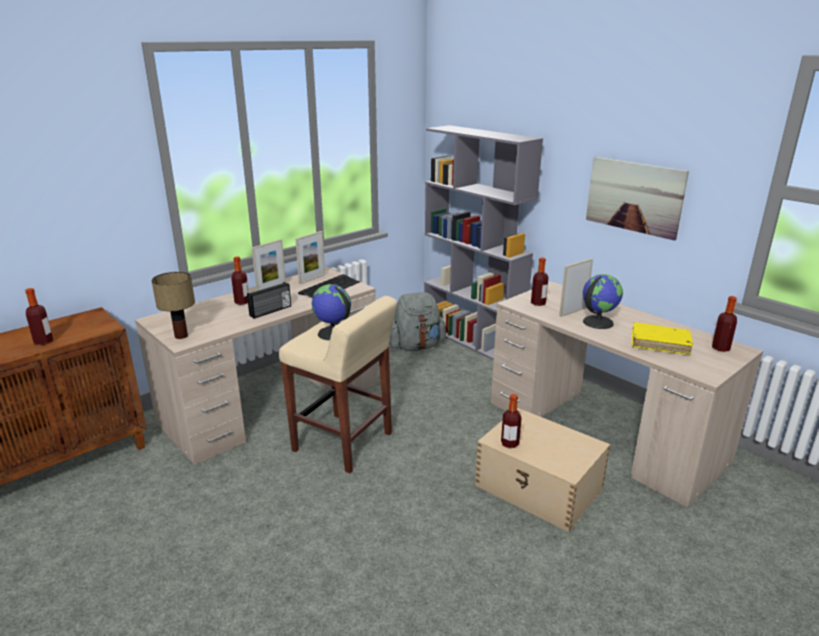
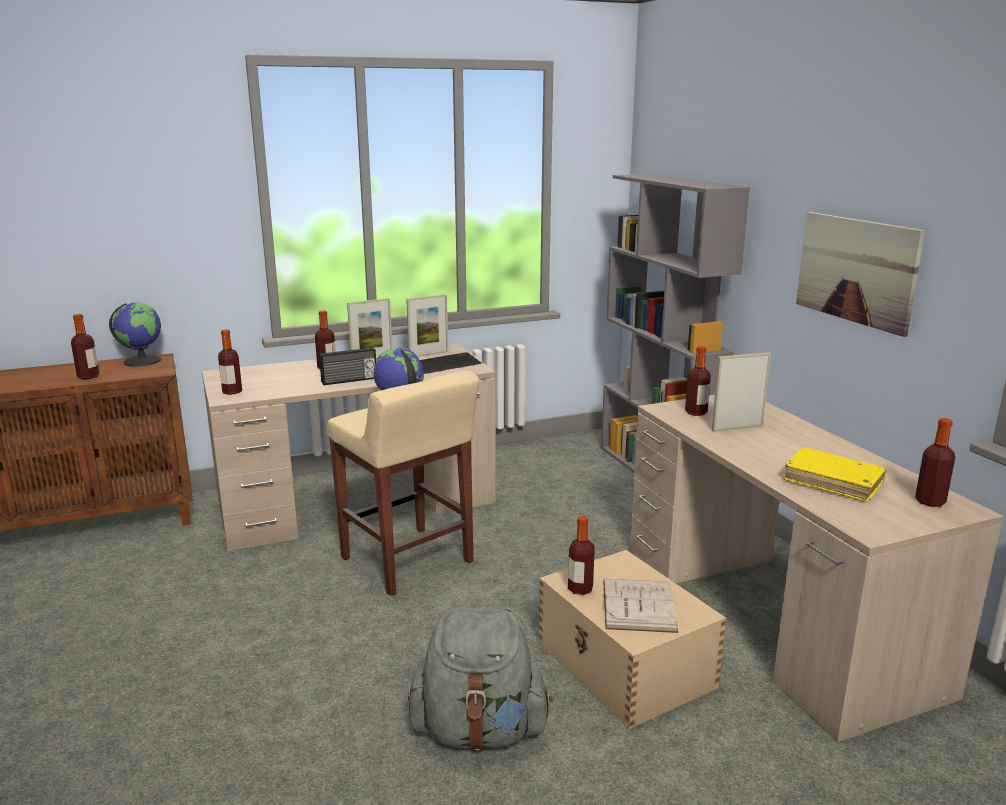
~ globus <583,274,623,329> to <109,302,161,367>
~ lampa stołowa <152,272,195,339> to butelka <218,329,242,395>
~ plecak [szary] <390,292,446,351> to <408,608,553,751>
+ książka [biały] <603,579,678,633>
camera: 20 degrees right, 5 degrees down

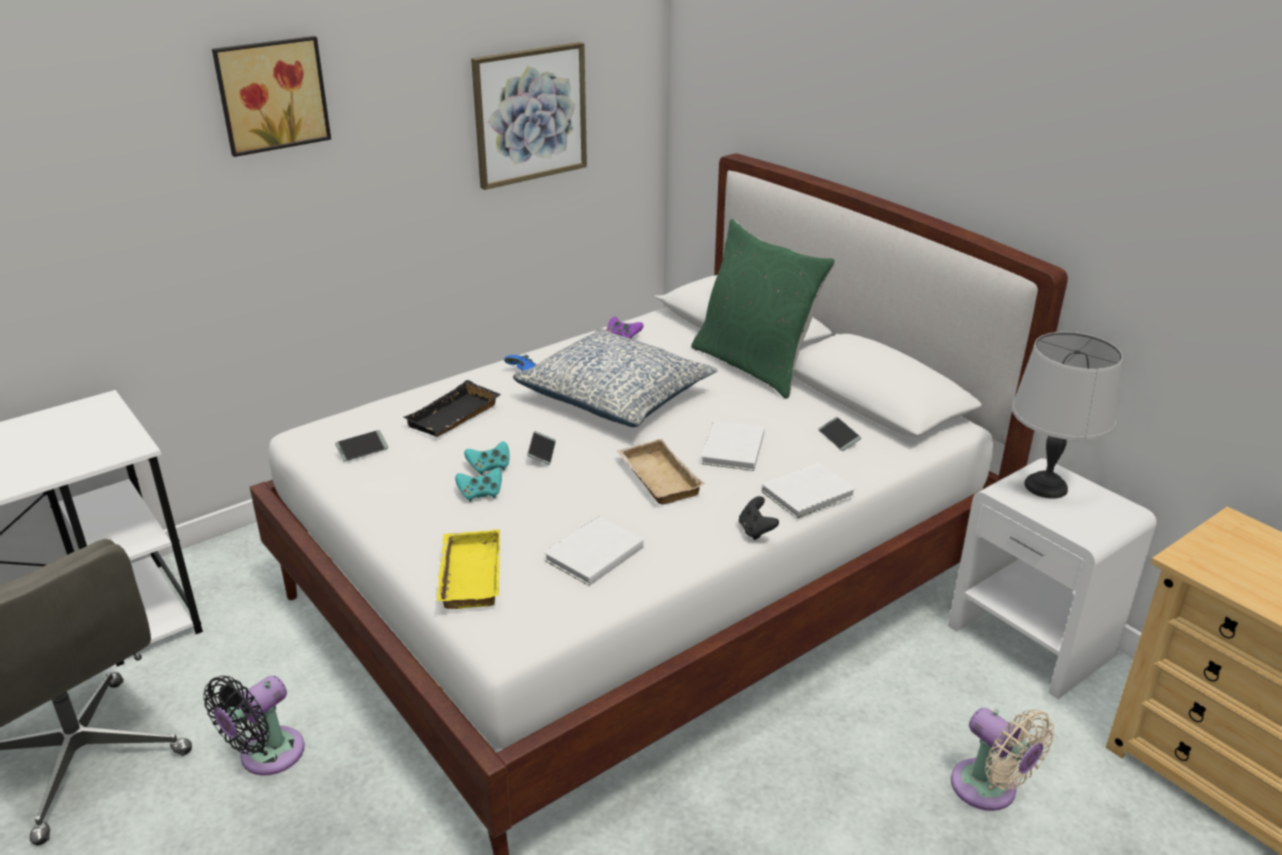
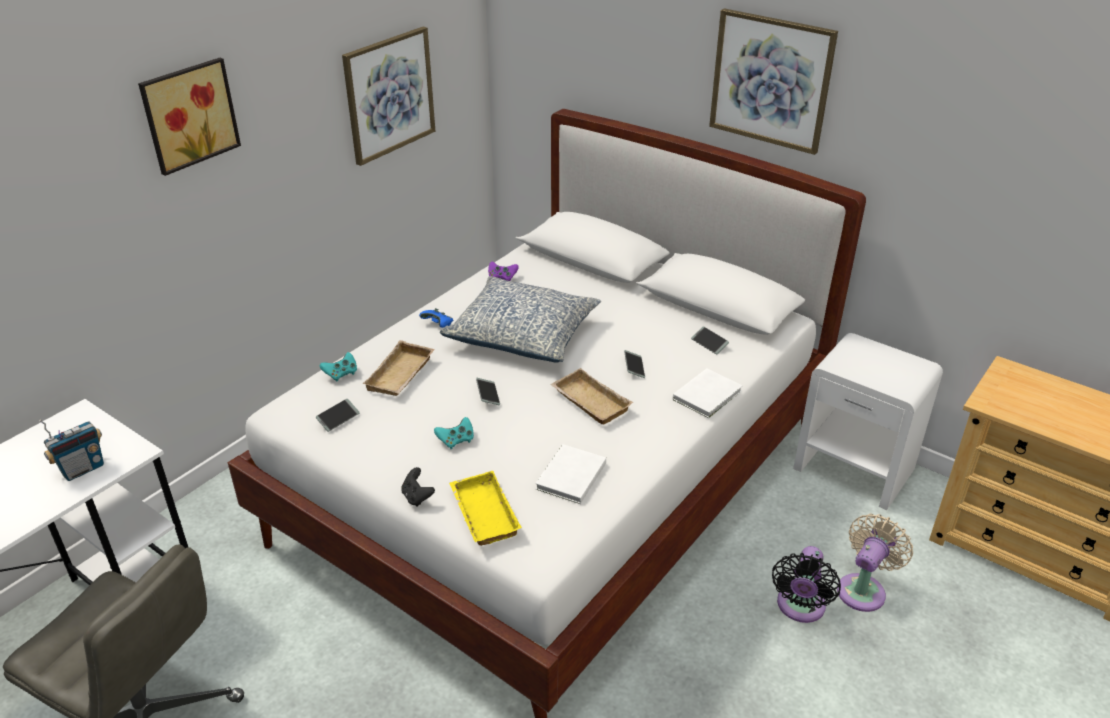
+ radio <39,419,104,481>
~ pad do gier [turkusowy] <464,441,510,475> to <320,352,357,382>
~ taca [czarny] <404,380,501,437> to taca [beżowy] <363,340,434,396>
~ pad do gier [czarny] <739,496,779,540> to <401,467,435,507>
~ książka [biały] <701,421,765,471> to telefon <624,350,645,378>
+ obraz <709,8,838,155>
~ wentylator [czarny] <203,676,305,776> to <772,546,841,623>
~ wentylator [beżowy] <951,708,1055,811> = <837,514,913,612> 90 degrees counterclockwise
- poduszka [zielony] <691,219,836,399>
- lampa stołowa [szary] <1012,332,1123,499>
camera: 15 degrees left, 5 degrees up

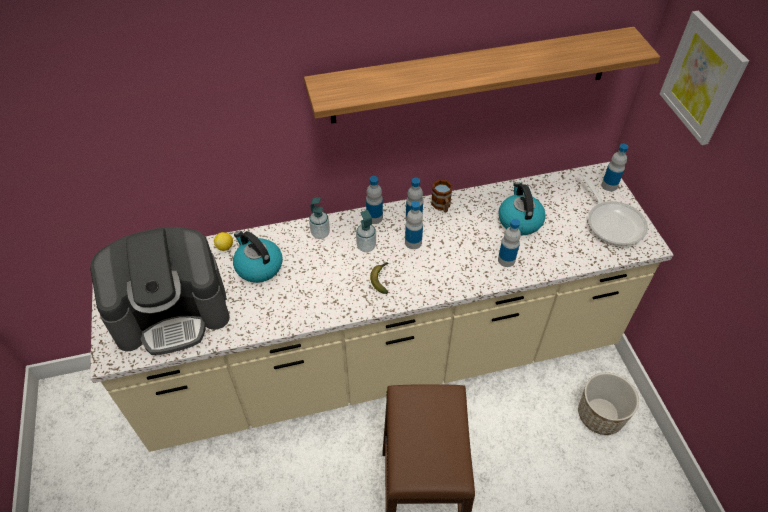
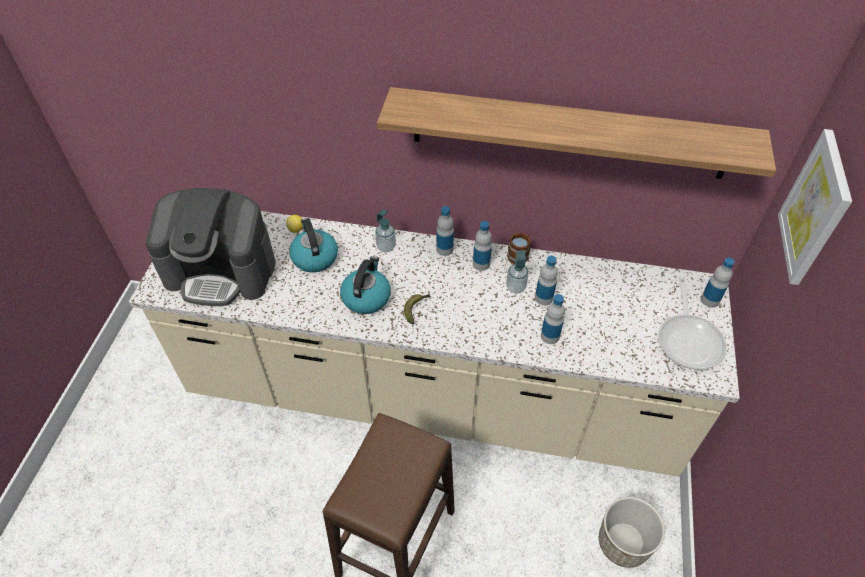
~ czajnik <498,182,546,235> to <340,256,391,314>
~ dozownik mydła <356,210,376,252> to <506,250,529,294>
~ butelka <405,201,423,249> to <535,255,558,306>
camera: 25 degrees right, 0 degrees up

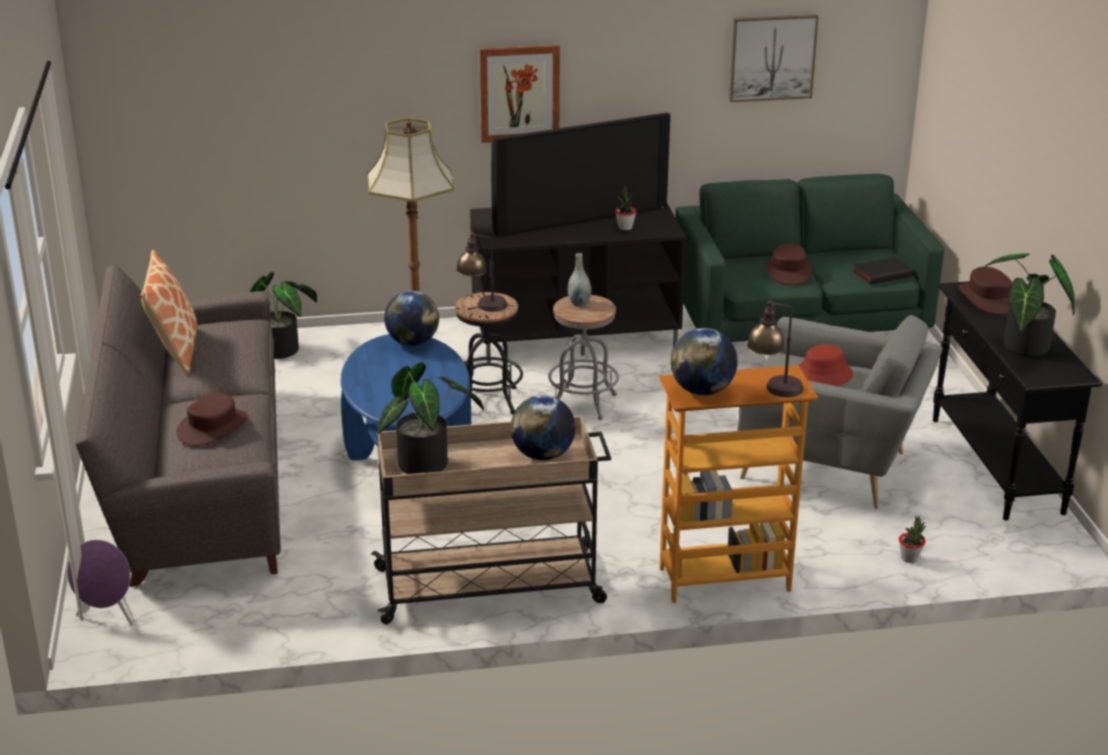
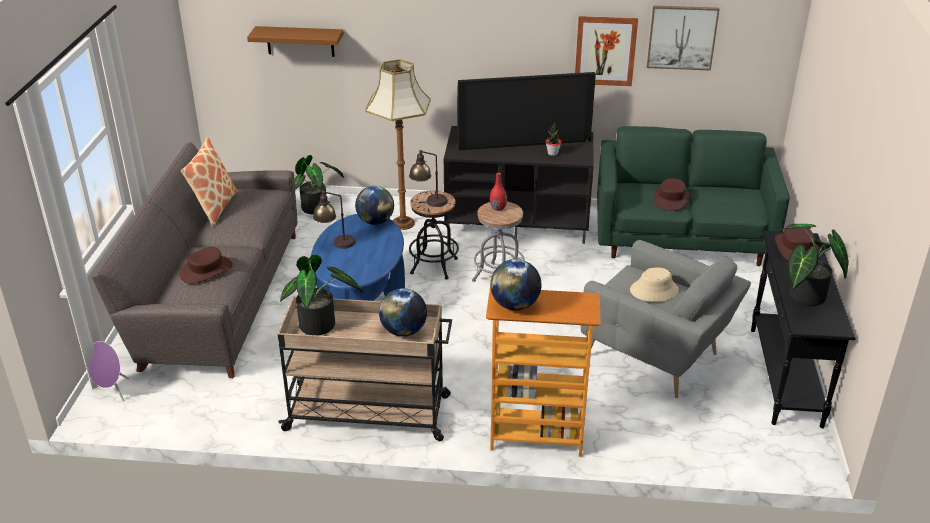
+ półka [brązowy] <247,26,344,57>
~ lampa stołowa <746,300,804,397> to <313,191,356,249>
~ wazon [szary] <568,253,592,306> to wazon [czerwony] <490,173,507,211>
~ obraz <479,45,560,143> to <575,16,638,86>
~ kapelusz [czerwony] <799,344,853,386> to kapelusz [beżowy] <630,267,679,302>
- książka [czarny] <853,257,913,284>
- roślina doniczkowa <899,516,926,563>
camera: 15 degrees right, 5 degrees up

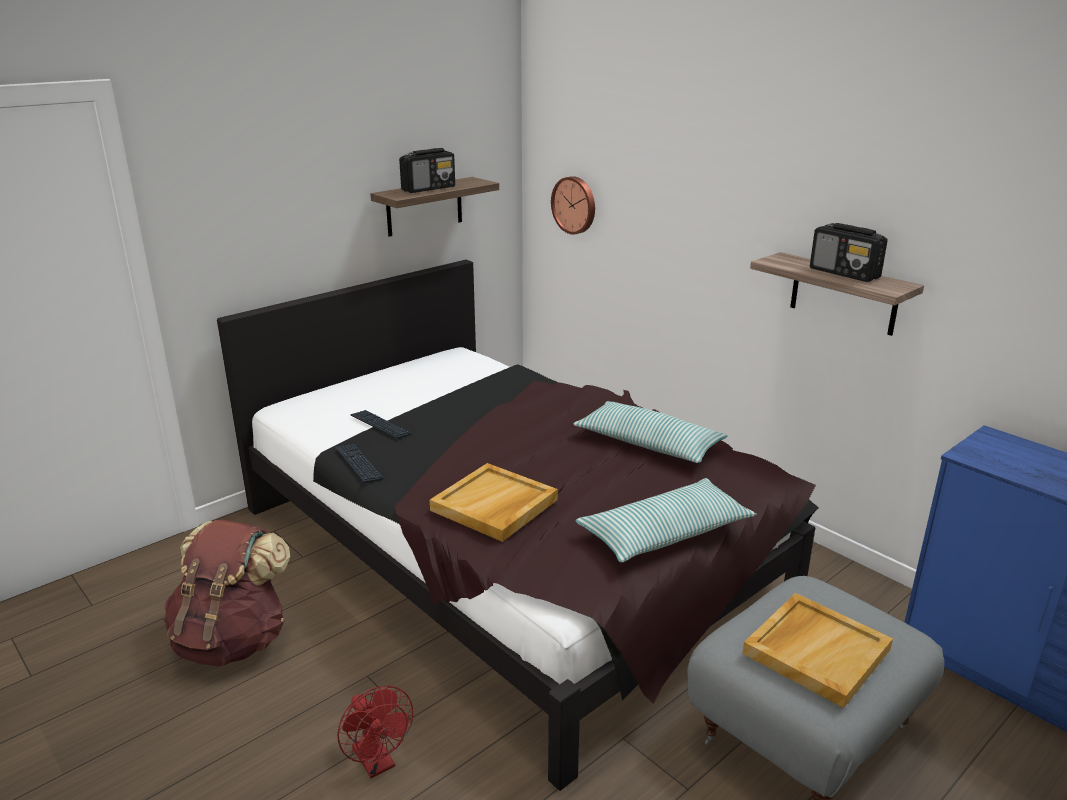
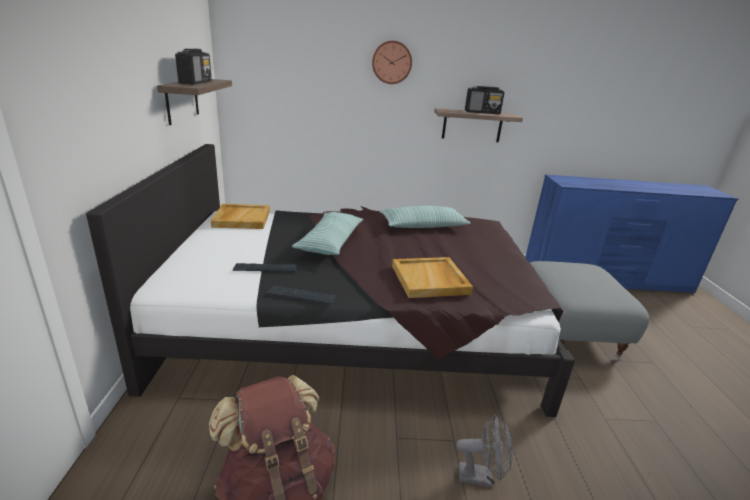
~ taca [beżowy] <742,593,893,708> to <211,204,270,229>
~ poduszka <576,478,756,563> to <292,212,364,255>
~ zegar ścienny <551,176,595,234> to <372,41,412,84>
~ wentylator [czerwony] <337,686,413,778> to wentylator [szary] <456,414,513,487>
camera: 50 degrees left, 0 degrees up

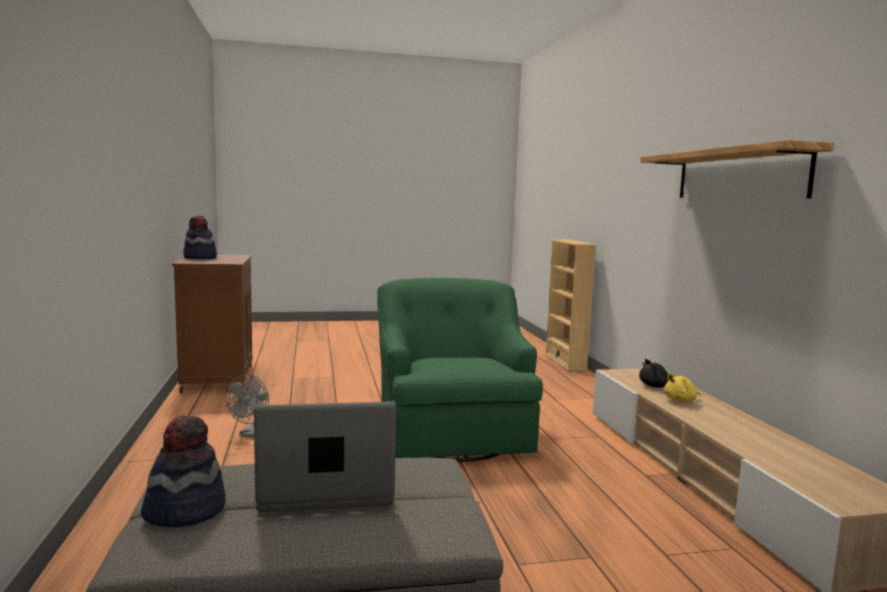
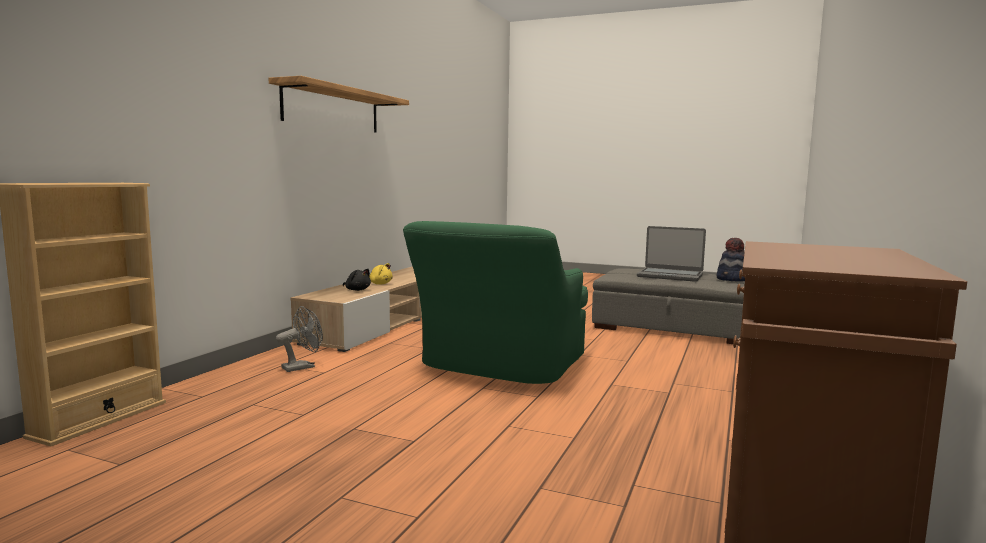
~ wentylator [szary] <226,374,269,438> to <276,306,323,372>
- kapelusz <183,216,217,259>
camera: 145 degrees left, 0 degrees up

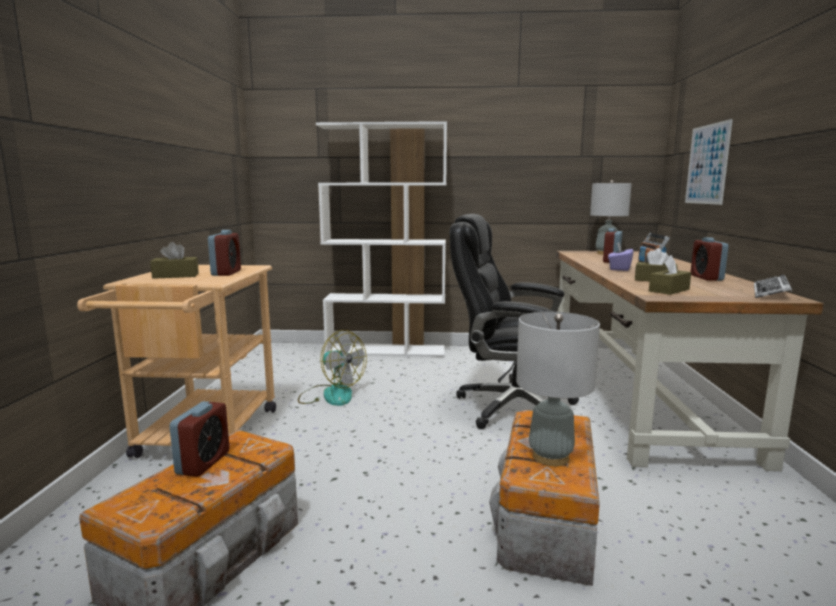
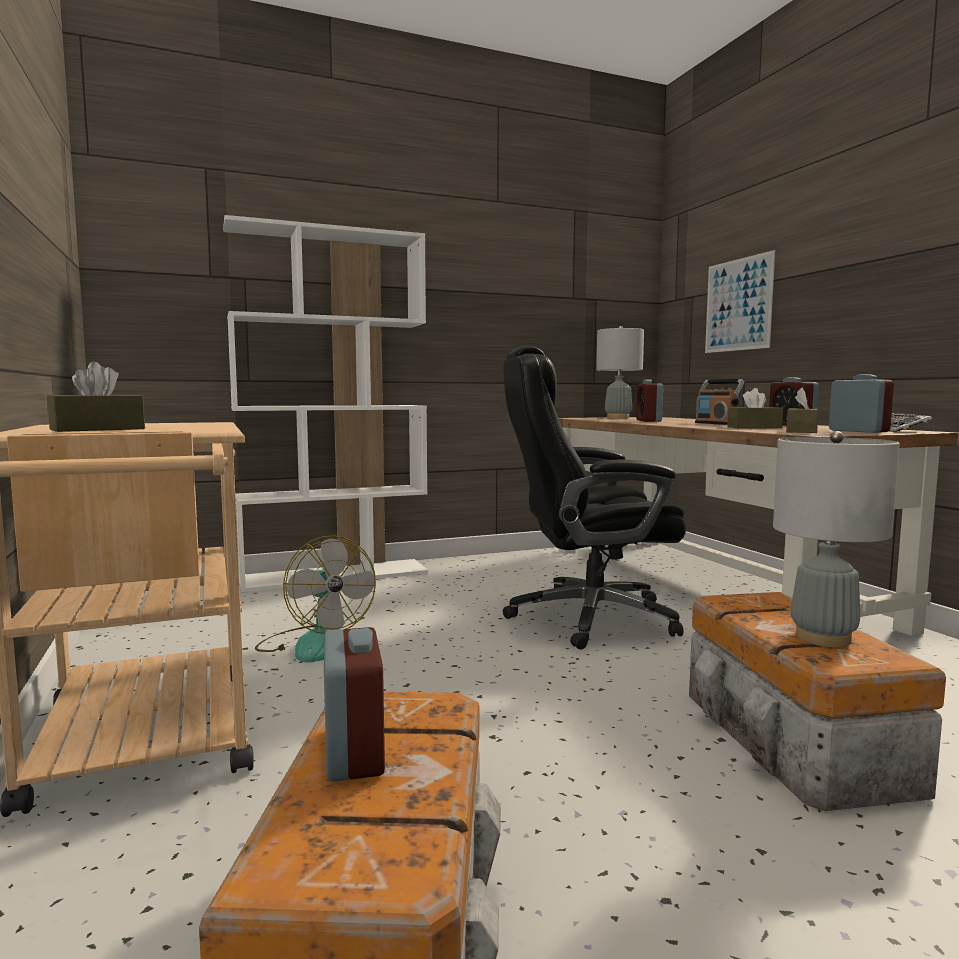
~ wentylator <298,330,367,406> = <255,536,376,662> 45 degrees clockwise
~ budzik <208,230,241,276> to <829,374,894,433>
- pudełko chusteczek [fioletowy] <608,242,634,271>
camera: 25 degrees left, 5 degrees down

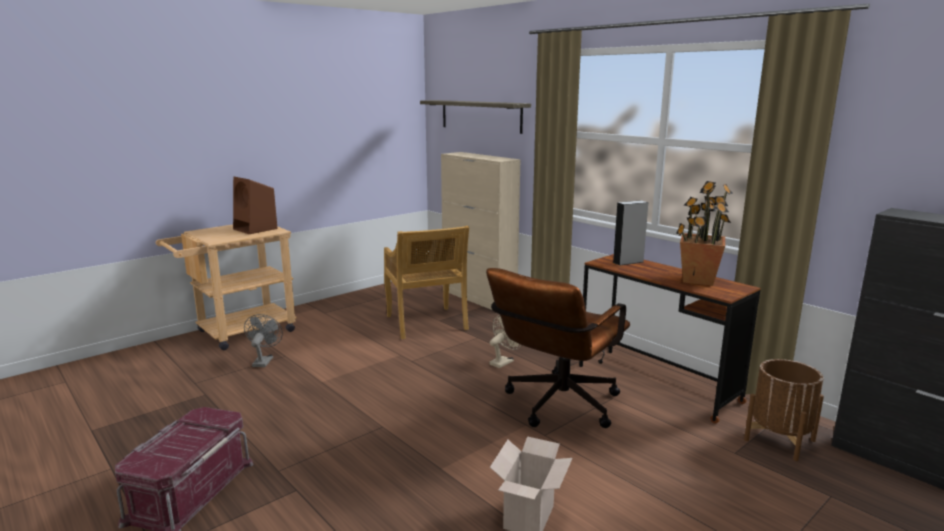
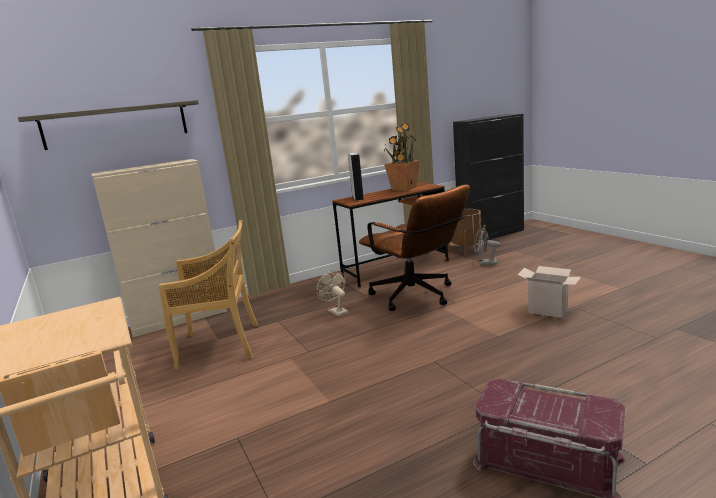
~ wentylator [szary] <244,314,283,367> to <473,228,501,265>
- głośnik [brązowy] <233,177,278,234>
camera: 75 degrees left, 0 degrees up

